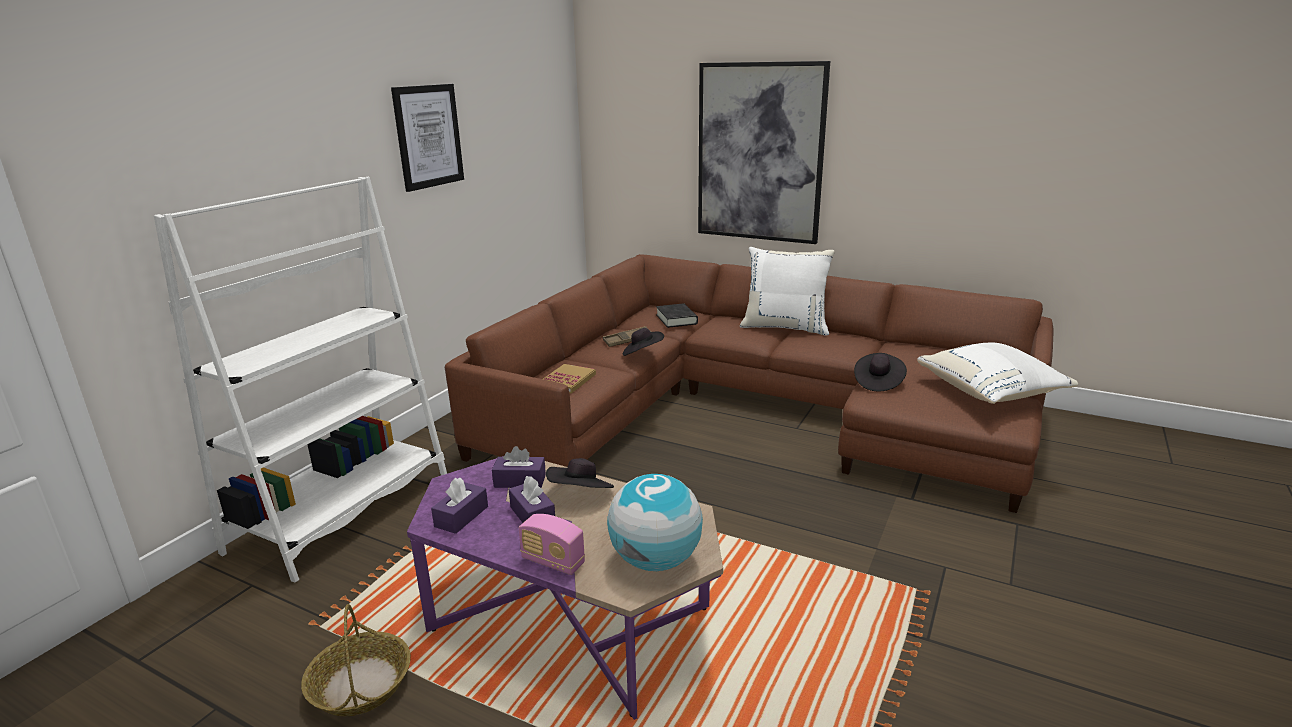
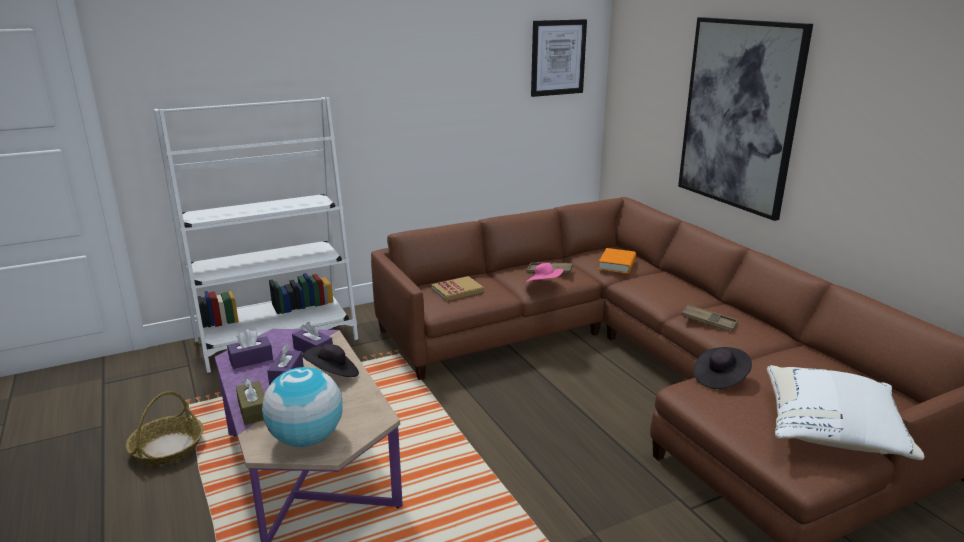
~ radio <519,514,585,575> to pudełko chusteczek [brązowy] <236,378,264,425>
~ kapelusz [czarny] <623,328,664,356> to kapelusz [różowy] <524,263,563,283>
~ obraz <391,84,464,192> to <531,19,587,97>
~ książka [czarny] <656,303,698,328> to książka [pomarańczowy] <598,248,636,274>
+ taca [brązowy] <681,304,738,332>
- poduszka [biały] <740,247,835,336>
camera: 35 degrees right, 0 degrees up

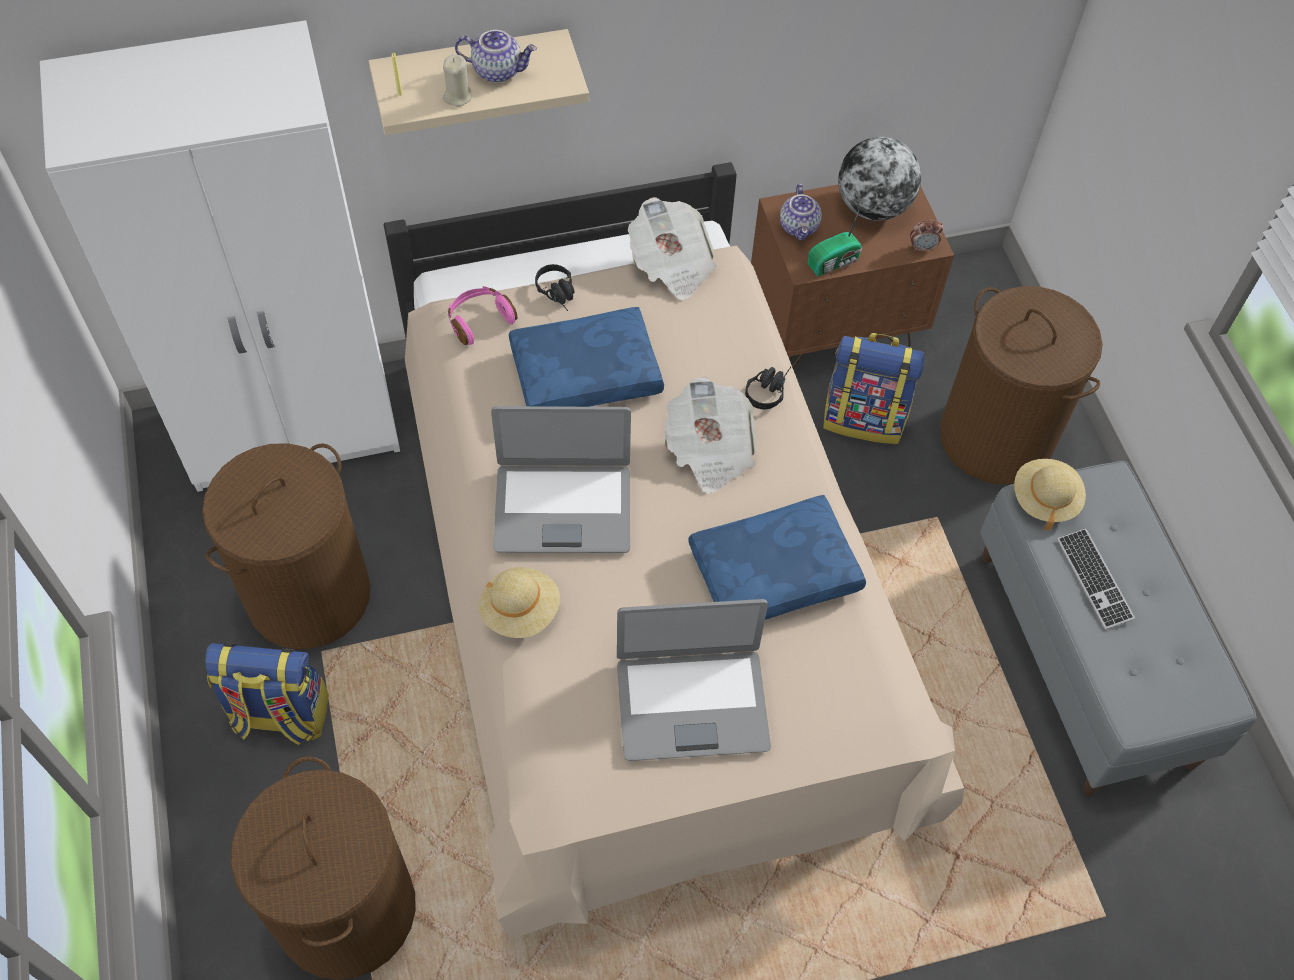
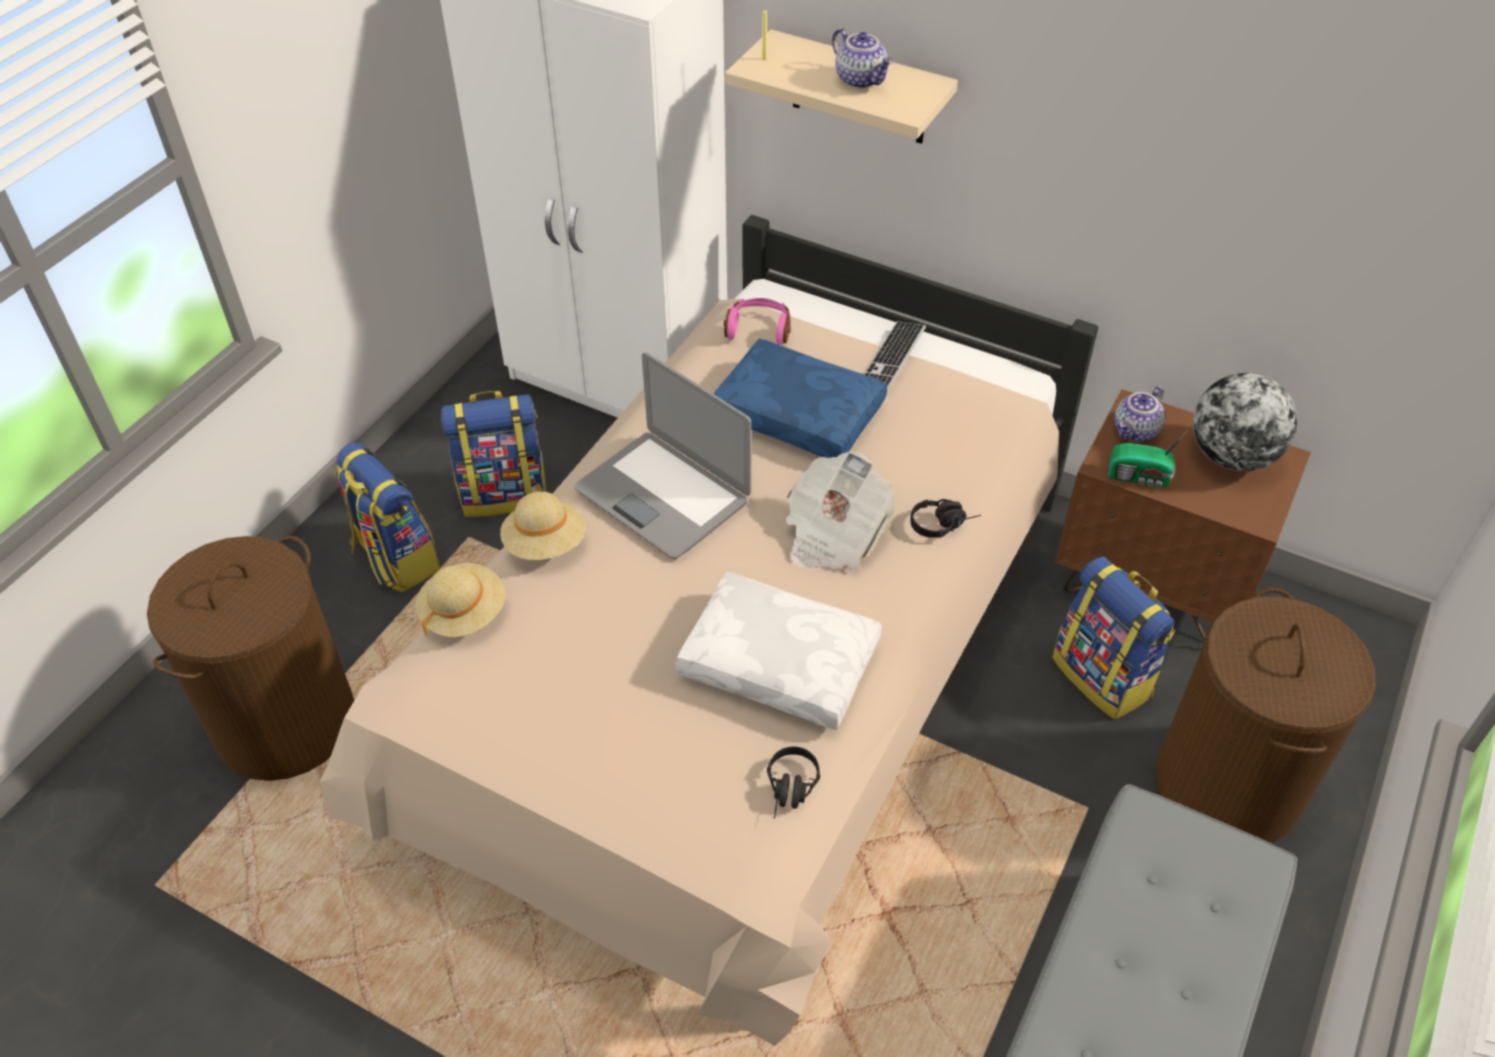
~ kapelusz [beżowy] <1014,459,1086,531> to <415,563,506,637>
~ kosz na pranie [brązowy] <202,443,371,649> to plecak <441,391,546,517>
~ poduszka [niebieski] <688,495,866,620> to poduszka [biały] <675,572,882,730>
~ słuchawki [czarny] <535,264,574,311> to <767,746,820,819>
~ klawiatura <1057,528,1135,630> to <864,321,926,392>
- świeca [beżowy] <443,54,472,107>
- laptop <617,599,771,761>
- gazeta <628,197,717,300>
- budzik <910,220,943,251>
camera: 45 degrees right, 10 degrees down

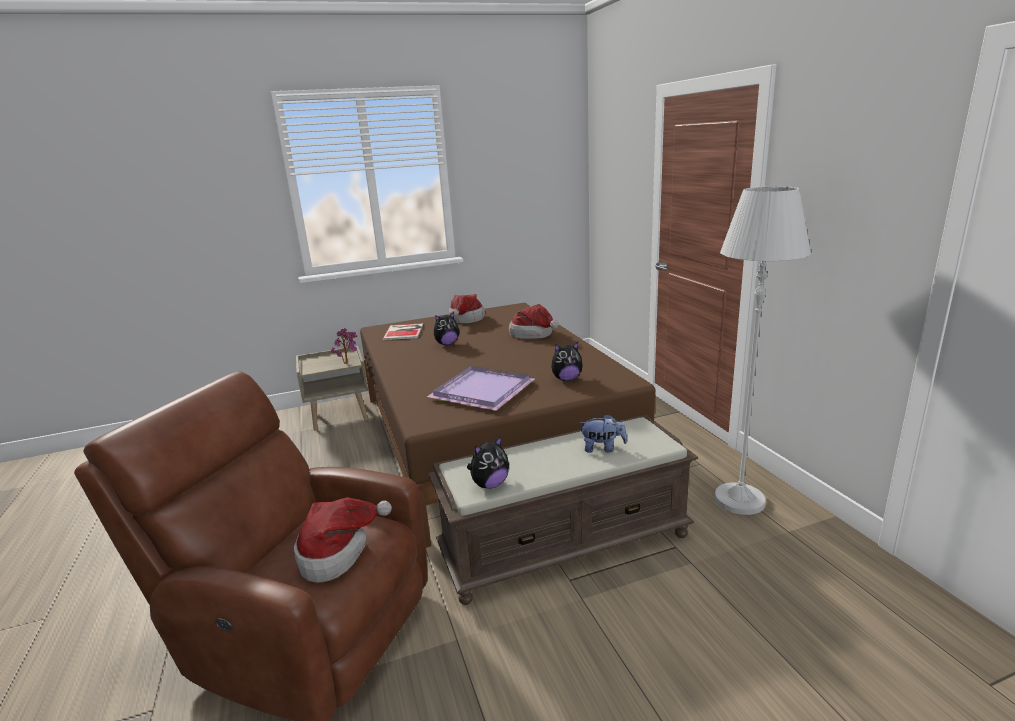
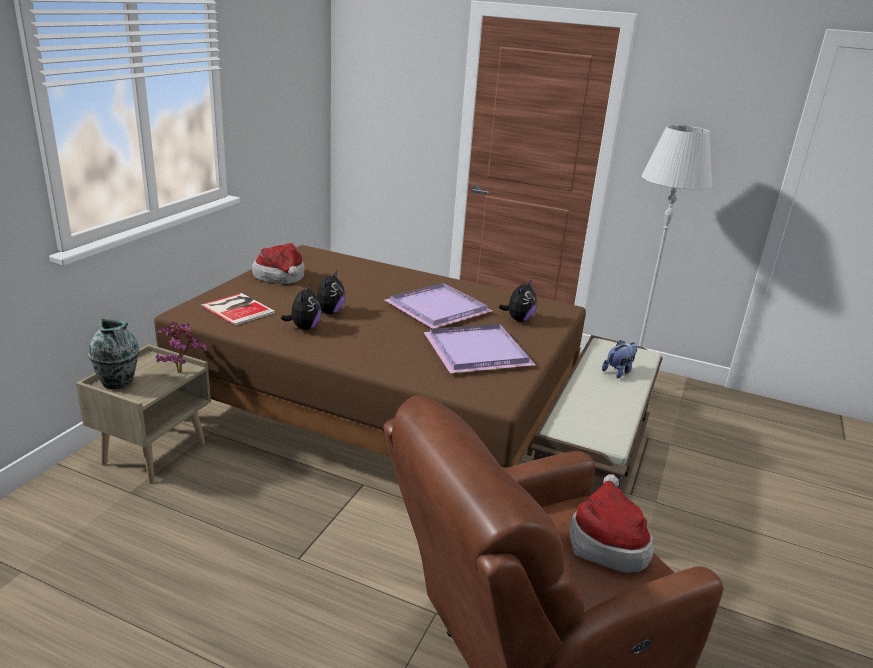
+ wazon <88,318,139,389>
~ pluszak <467,436,509,489> to <281,283,321,330>
+ taca [fioletowy] <385,283,493,329>
- kapelusz <509,304,559,339>
camera: 50 degrees left, 5 degrees up

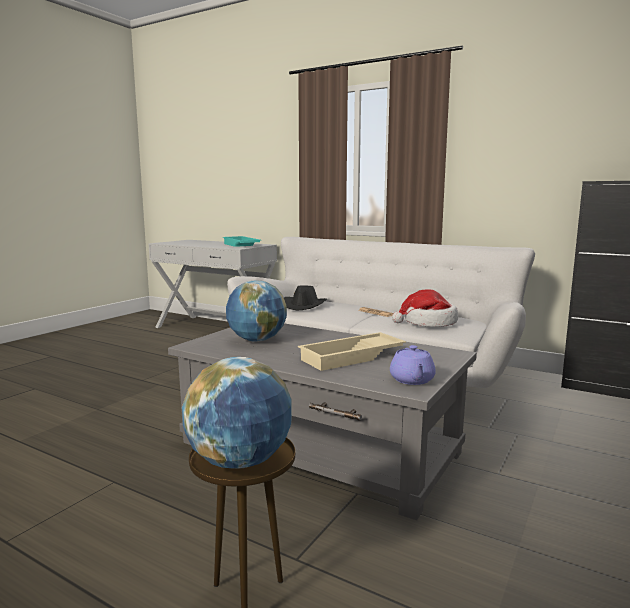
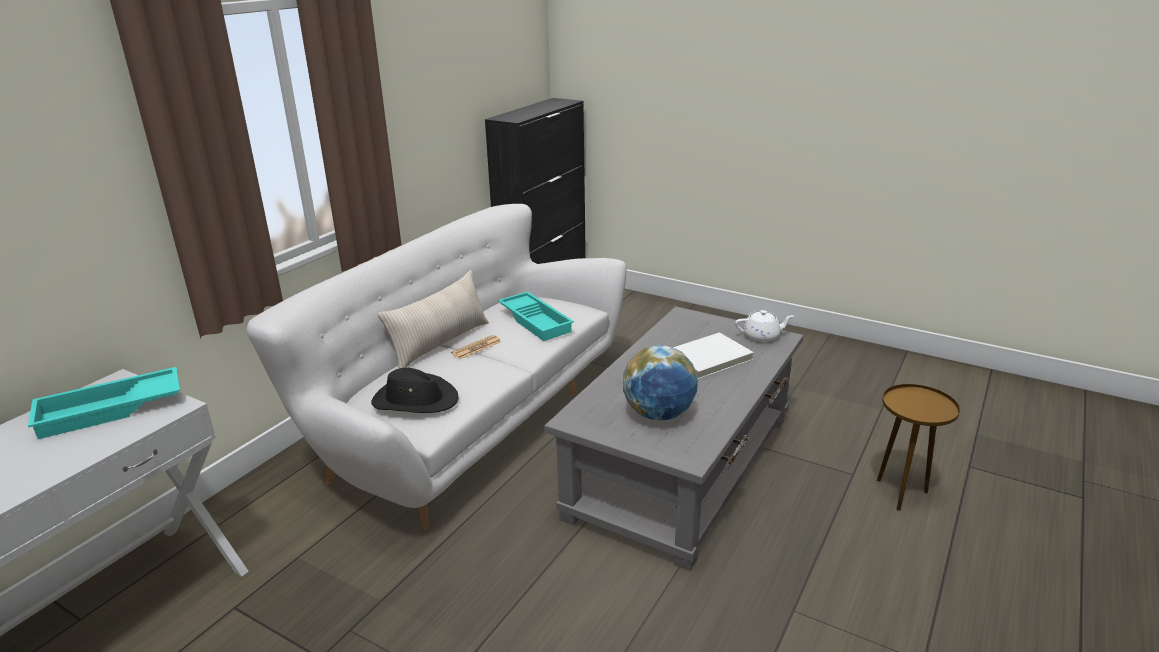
+ poduszka [beżowy] <378,270,489,368>
~ kapelusz <392,289,458,327> to taca [turkusowy] <498,292,574,341>
~ taca [beżowy] <298,332,406,371> to książka [biały] <673,332,754,379>
~ imbryk [fioletowy] <390,345,436,385> to imbryk [biały] <735,310,794,342>
- globus <182,357,292,469>
camera: 90 degrees left, 15 degrees up

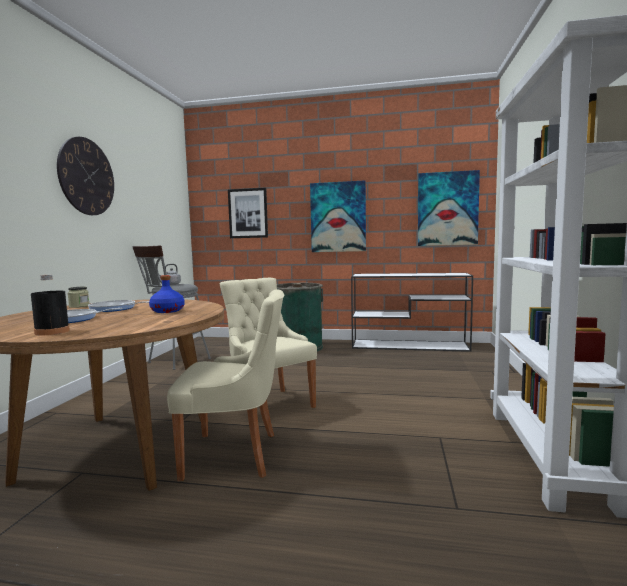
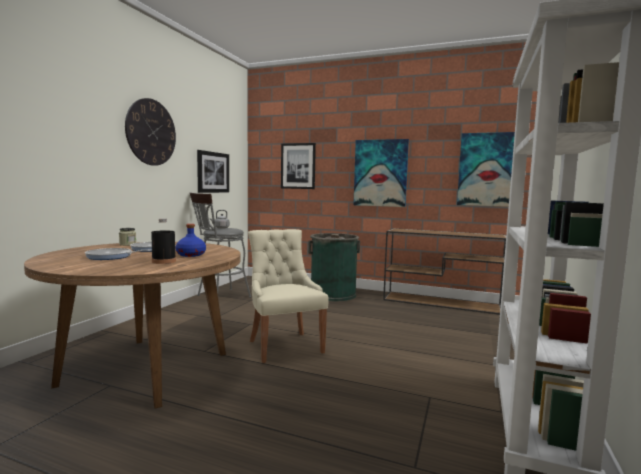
~ butelka [czarny] <31,275,70,335> to <151,218,176,264>
+ obraz <197,150,229,193>
~ stolik konsolowy [biały] <351,273,473,352> to stolik konsolowy [brązowy] <383,228,506,315>
- krzesło [beżowy] <167,290,284,481>
camera: 10 degrees right, 0 degrees up

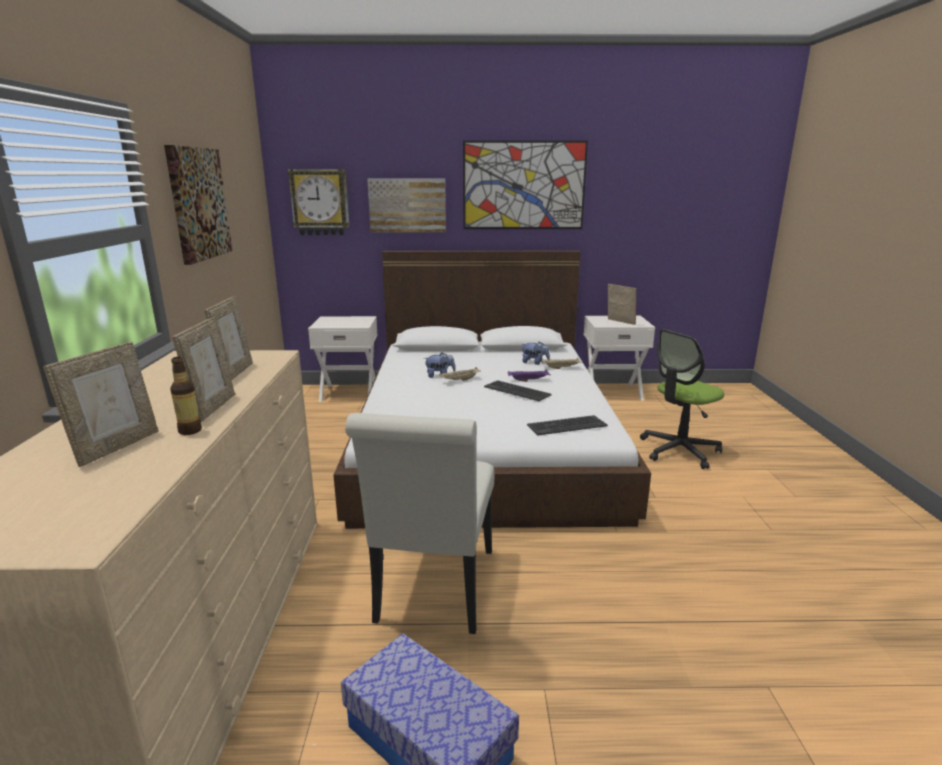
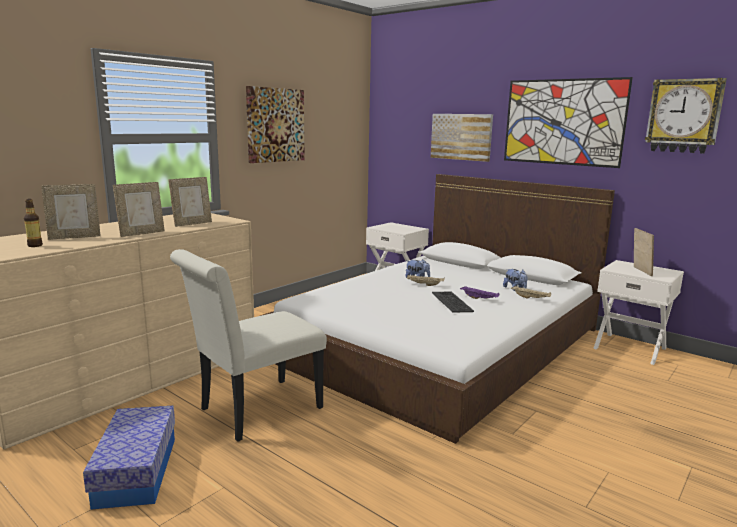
~ butelka <170,357,202,435> to <24,199,43,247>
~ zegar ścienny <288,169,349,235> to <645,78,727,154>
- klawiatura <527,415,608,435>
- krzesło biurowe <640,329,724,469>
camera: 40 degrees right, 5 degrees down

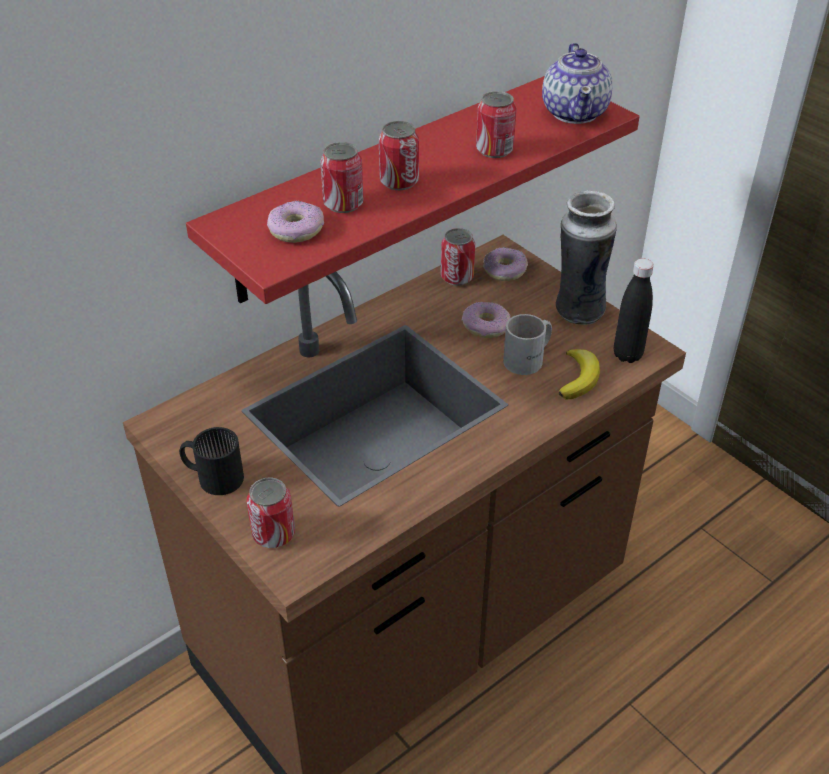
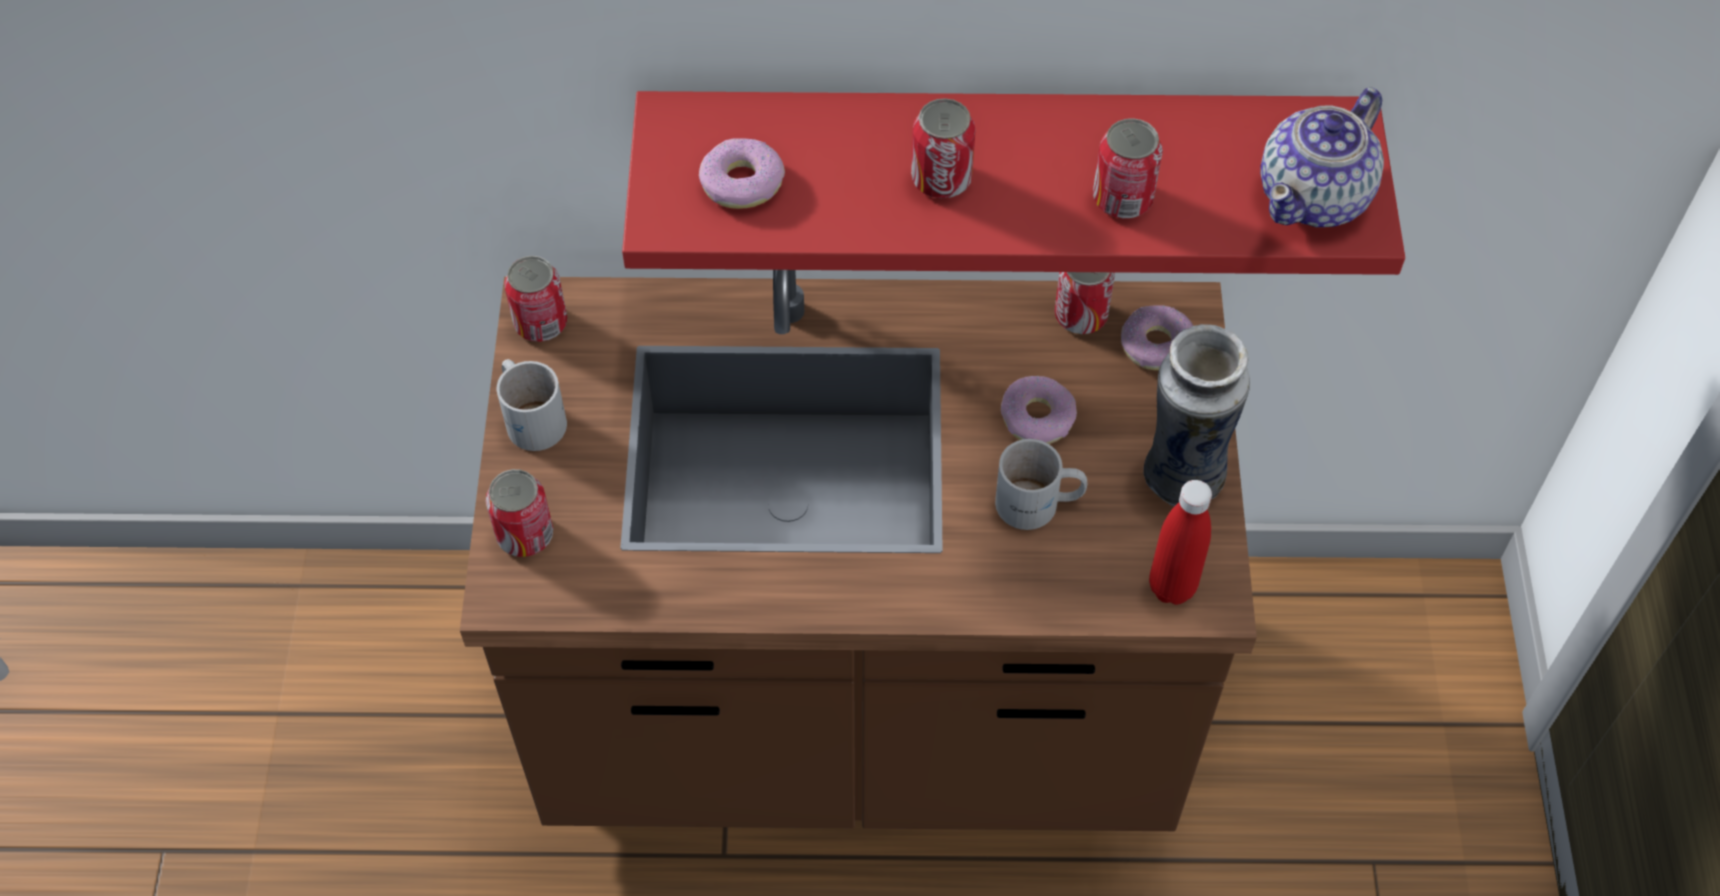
~ kubek [czarny] <179,427,244,495> to kubek [biały] <497,359,567,451>
~ puszka <320,142,363,213> to <504,256,568,342>
~ butelka [czarny] <614,259,654,363> to butelka [czerwony] <1149,480,1212,605>
- banan <559,349,600,399>
camera: 40 degrees right, 15 degrees up

